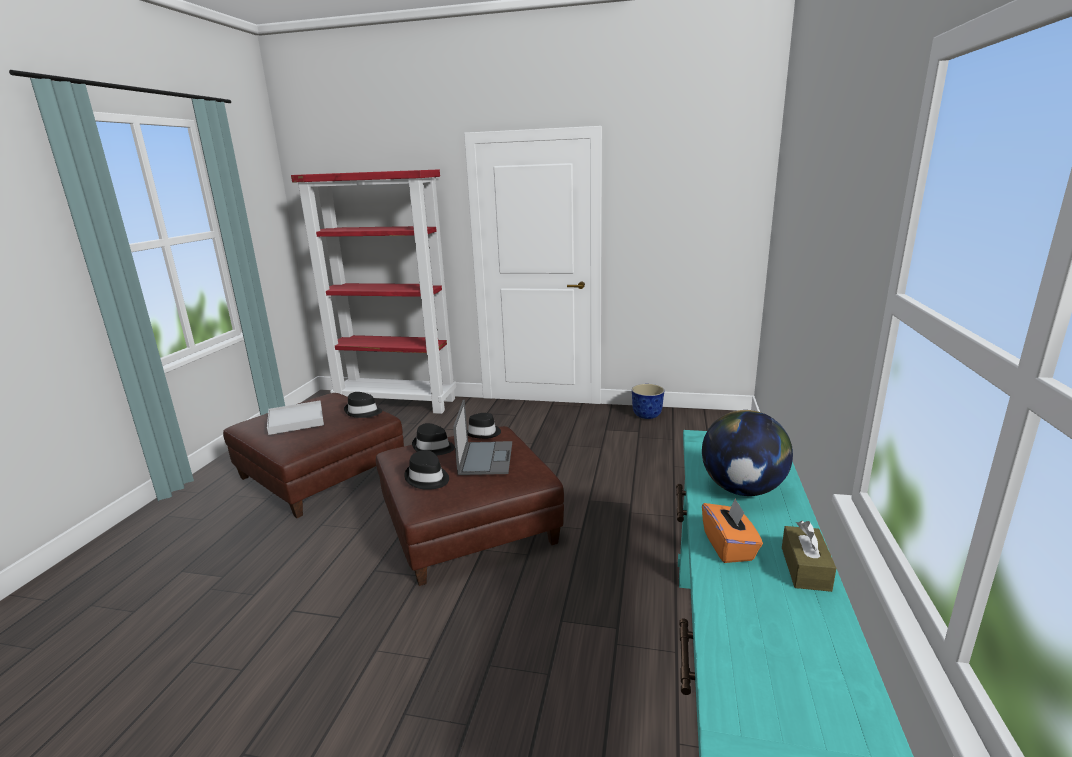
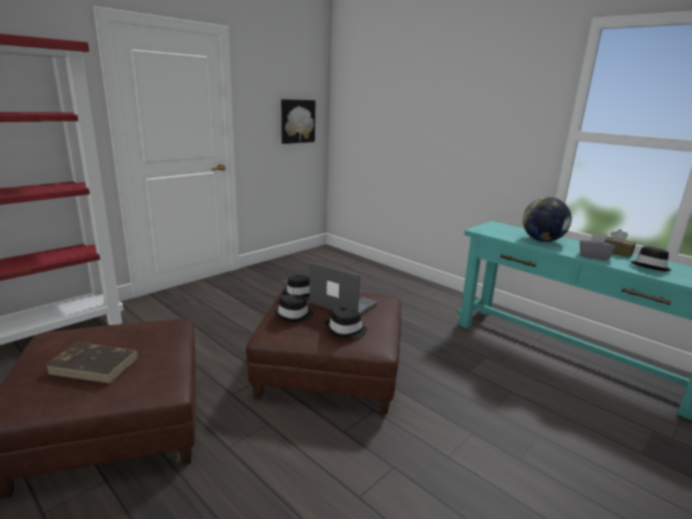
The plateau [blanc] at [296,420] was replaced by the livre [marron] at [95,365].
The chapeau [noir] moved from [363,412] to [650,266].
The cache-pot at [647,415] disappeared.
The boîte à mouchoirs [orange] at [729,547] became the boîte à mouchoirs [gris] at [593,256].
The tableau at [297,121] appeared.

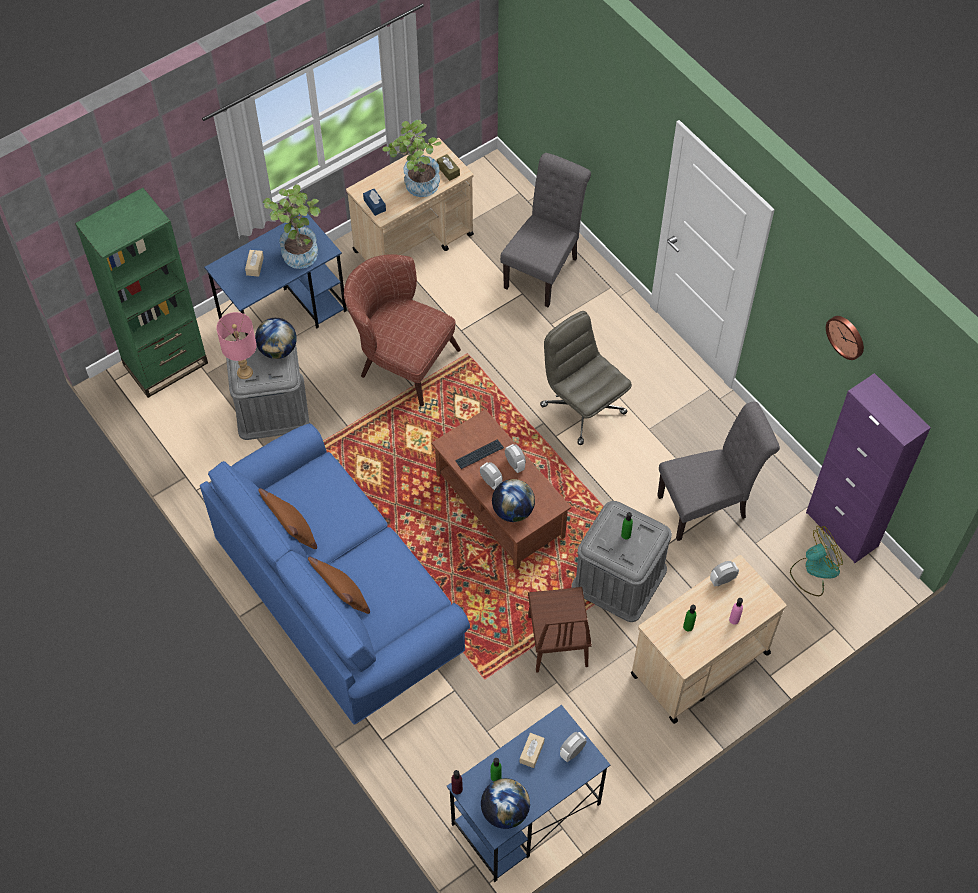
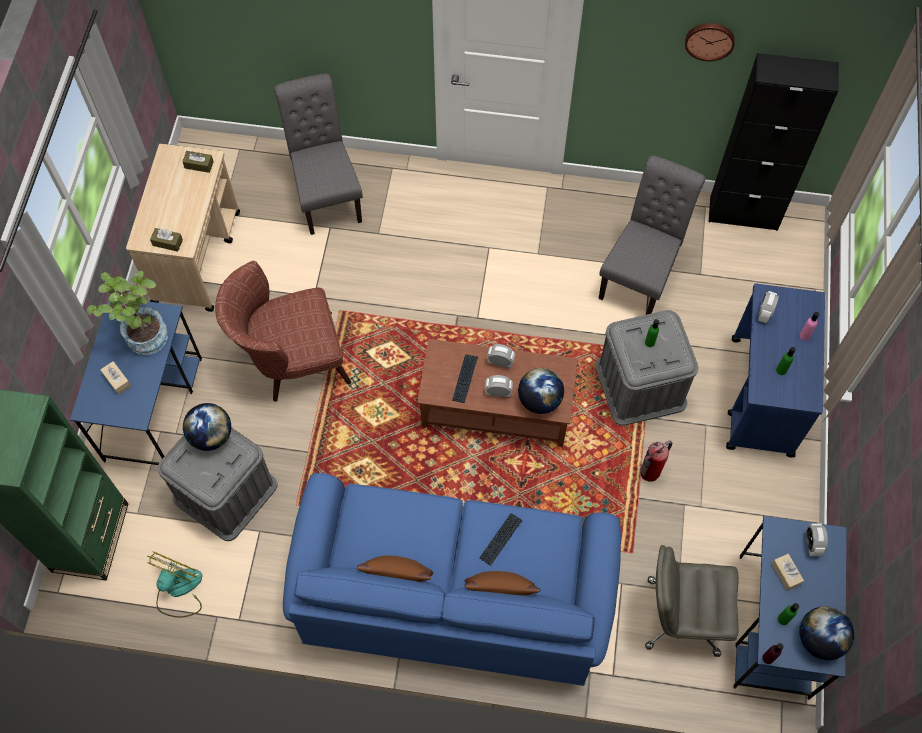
The lampe de table [rose] at [245,372] disappeared.
The boîte à mouchoirs [bleu] at [374,205] became the boîte à mouchoirs [marron] at [167,242].
The plante en pot at [417,186] disappeared.
The chaise [marron] at [557,640] was replaced by the extincteur at [650,472].
The chaise de bureau [gris] moved from [582,408] to [681,617].
The chariot [beige] at [699,664] became the chariot [bleu] at [761,397].
The ventilateur moved from [814,570] to [178,590].
The meuble de rangement [violet] at [841,529] became the meuble de rangement [noir] at [743,213].
The clavier at [501,539] appeared.

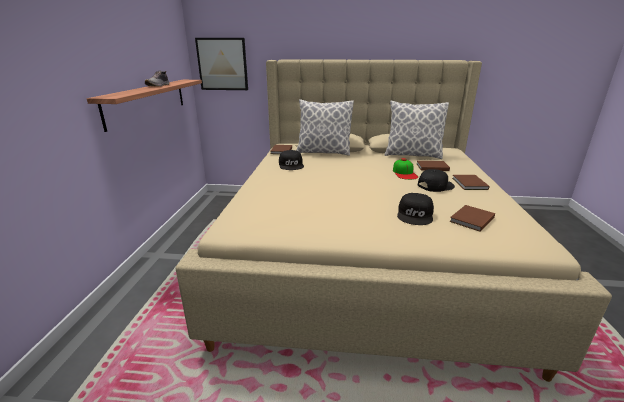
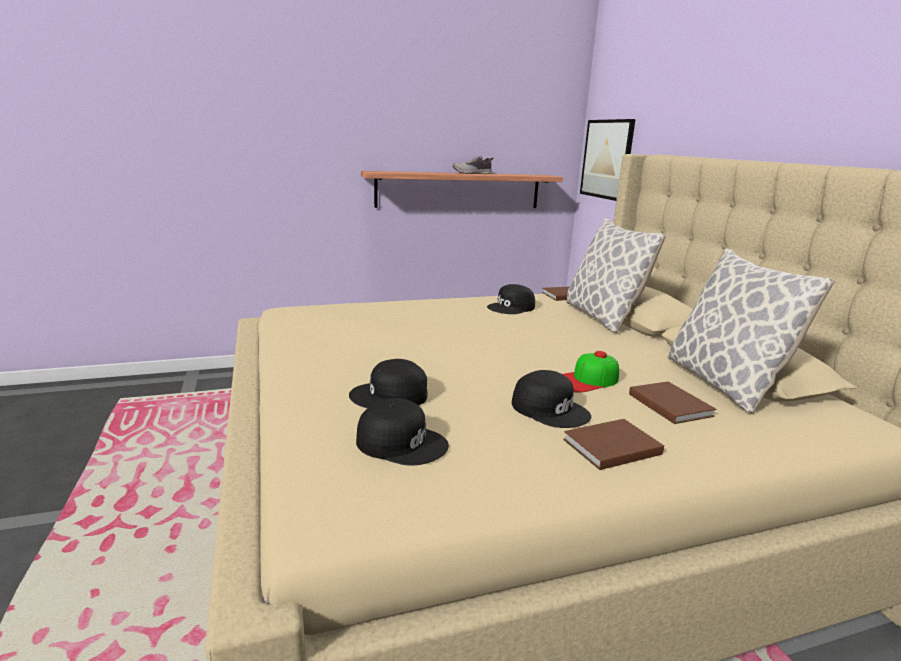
The livre [marron] at [470,220] was replaced by the casquette [noir] at [401,442].

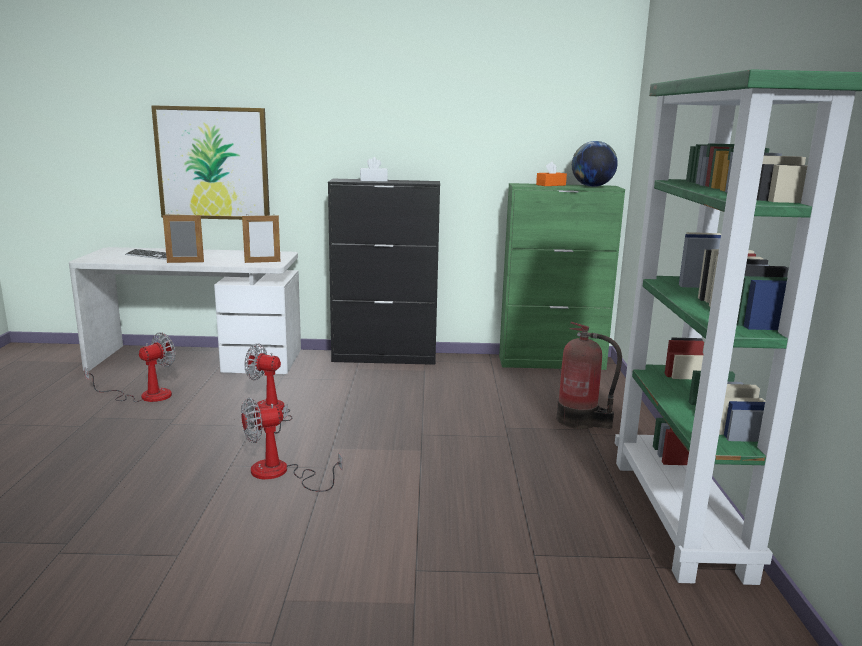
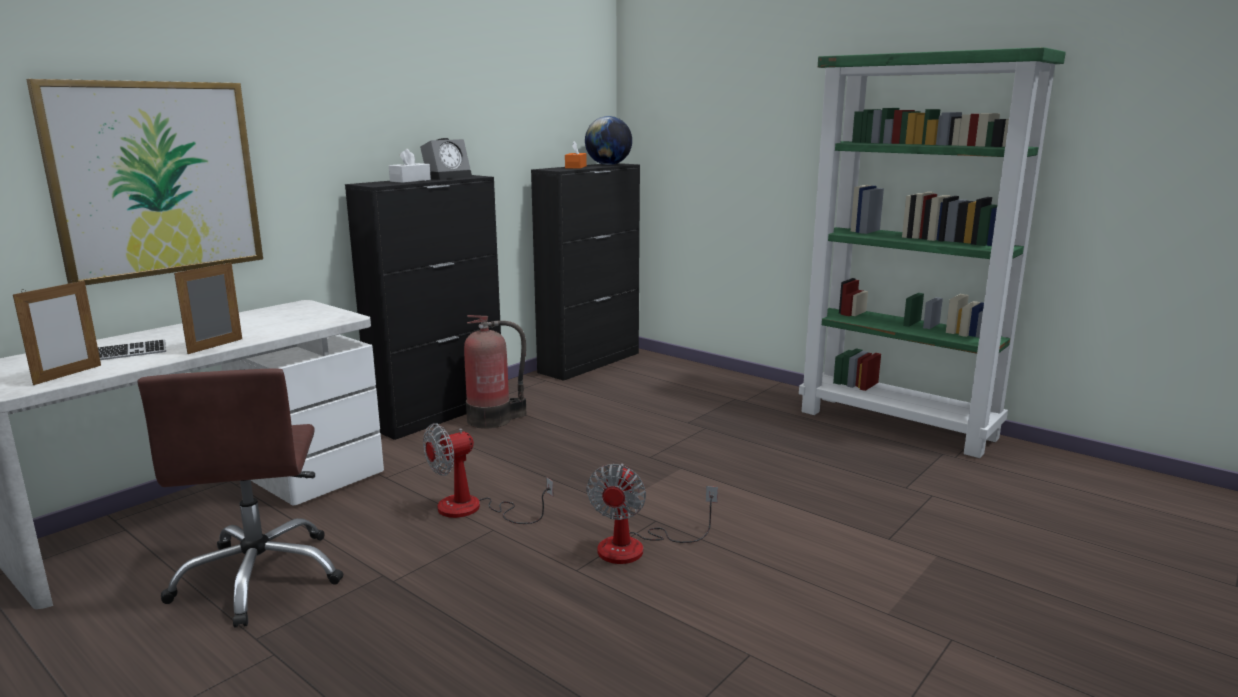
The ventilateur at [145,395] was replaced by the chaise de bureau [marron] at [260,577].
The cadre photo moved from [262,262] to [68,374].
The meuble de rangement [vert] at [552,363] became the meuble de rangement [noir] at [590,362].
The extincteur moved from [580,421] to [493,419].
The réveil at [448,177] appeared.

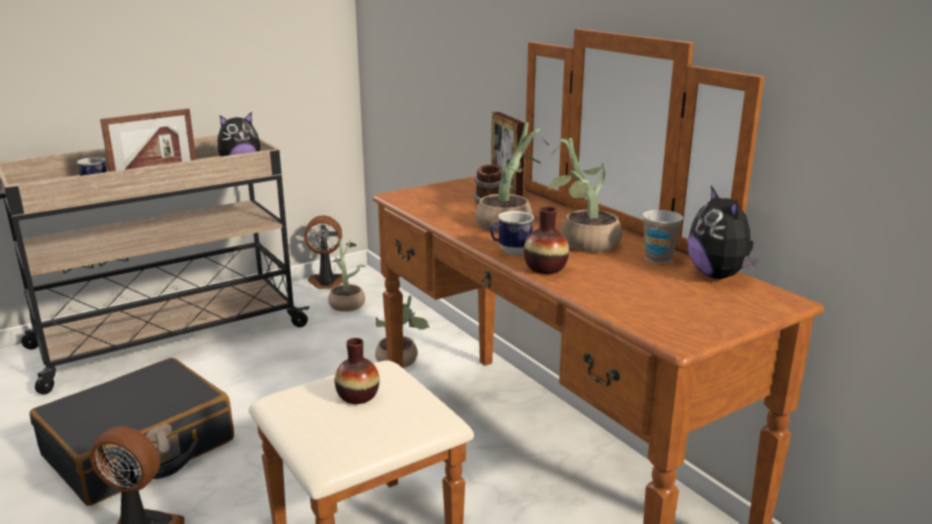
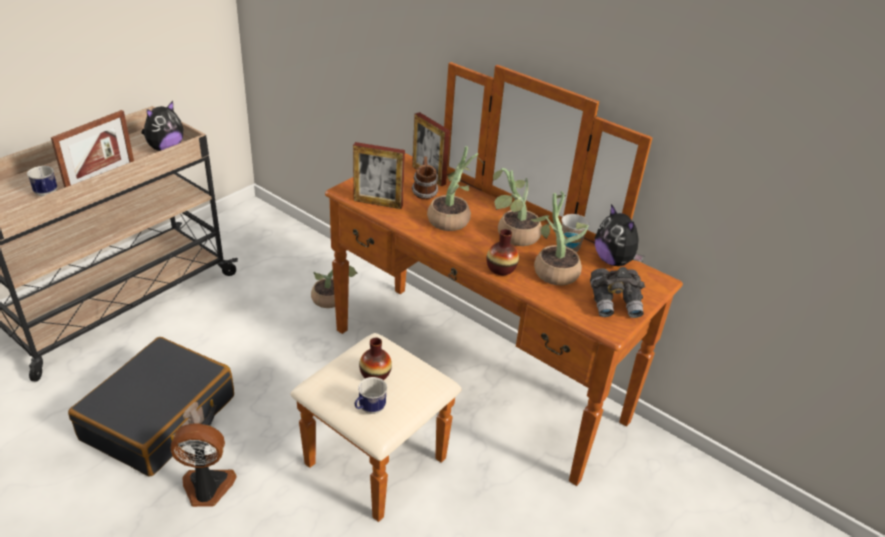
The ventilateur at [326,283] disappeared.
The plante en pot moved from [346,303] to [552,270].
The mug moved from [510,252] to [369,409].
The cadre photo at [378,203] appeared.
The jumelles [gris] at [615,303] appeared.

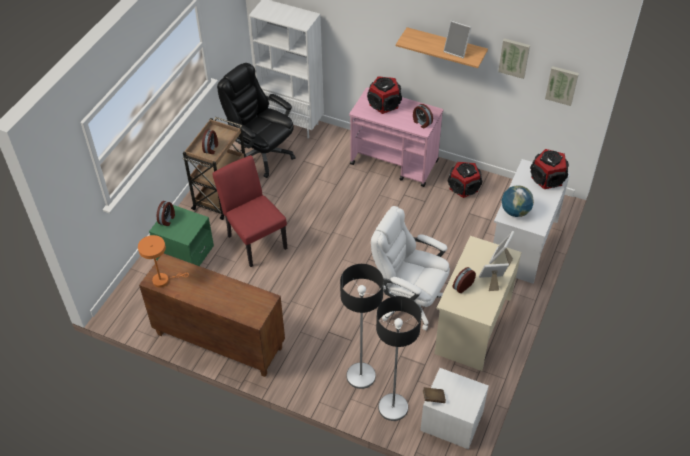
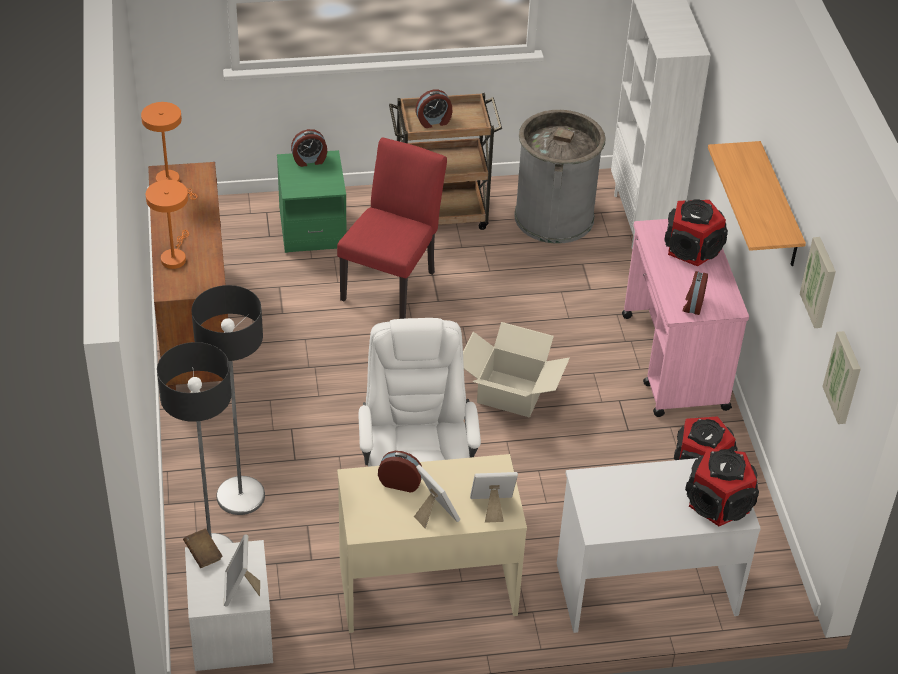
The chaise de bureau [noir] at [262,154] was replaced by the poubelle [gris] at [554,217].
The cadre photo moved from [456,51] to [240,589].
The globe at [515,211] disappeared.
The lampe de table [orange] at [174,257] appeared.
The carton at [510,394] appeared.

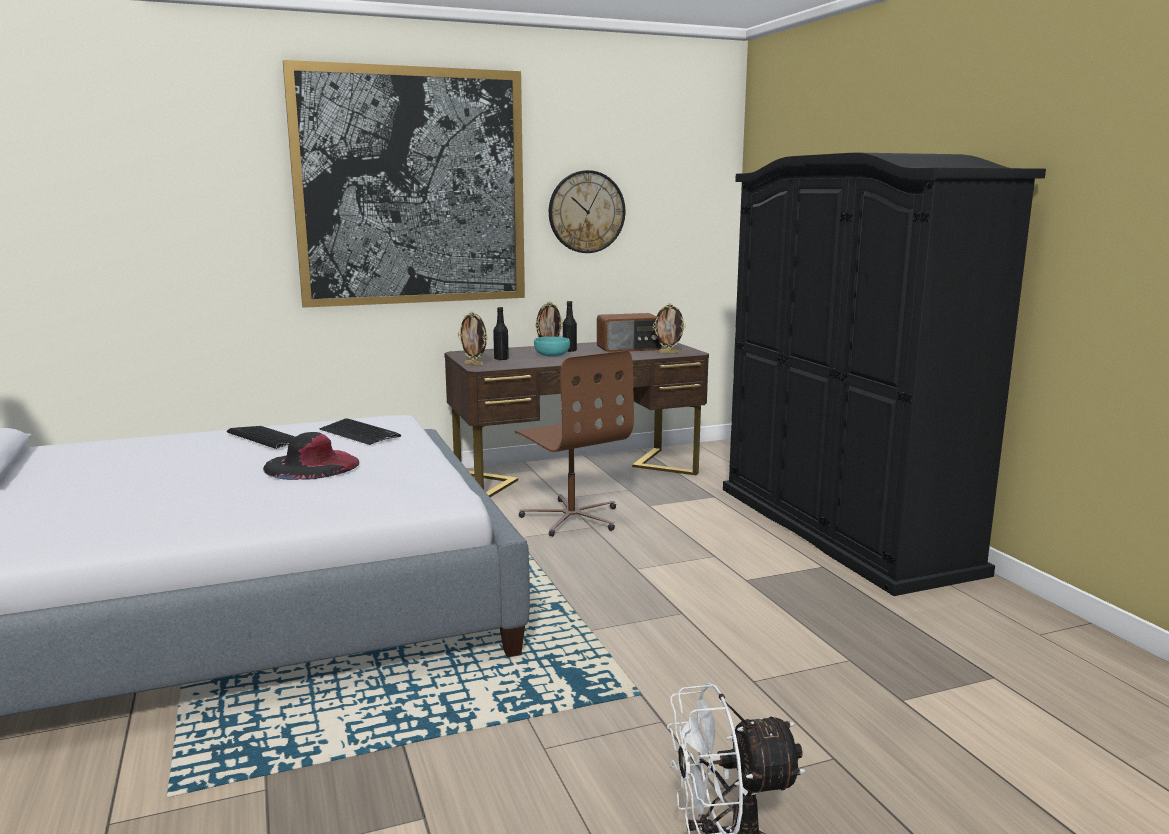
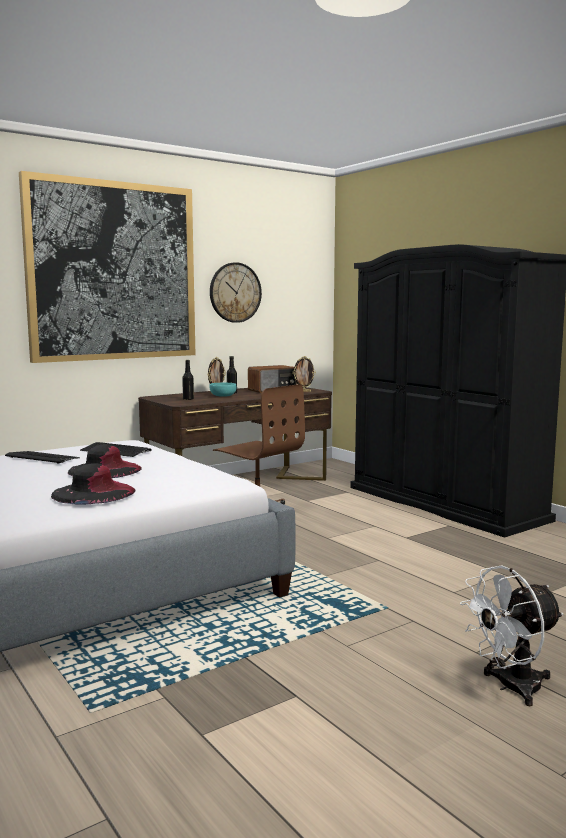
The cadre photo at [474,364] disappeared.
The chapeau [noir] at [93,492] appeared.

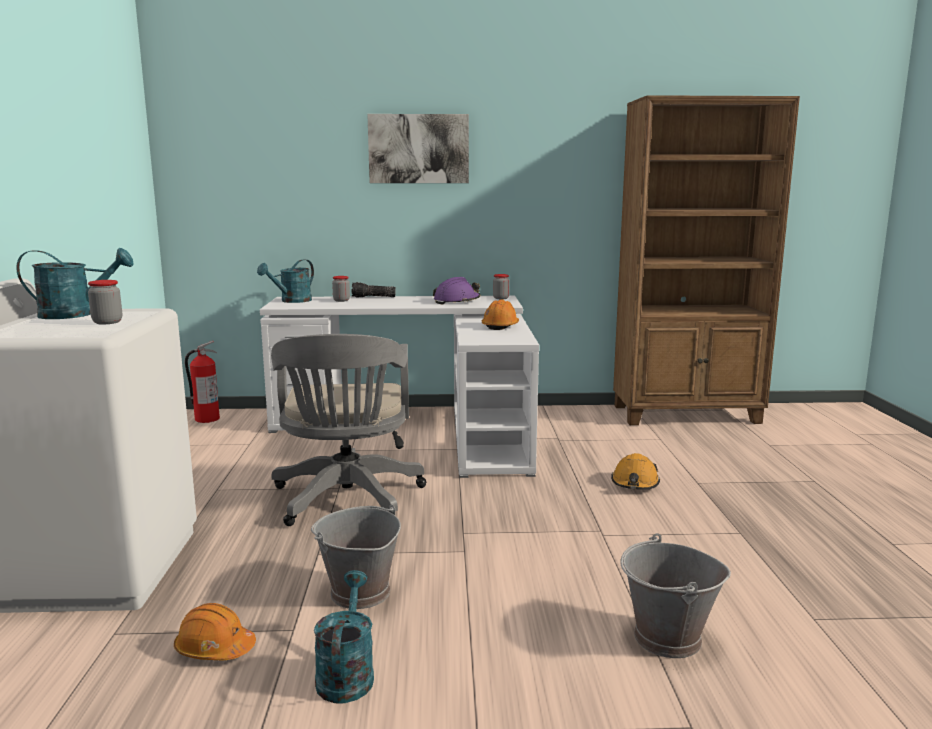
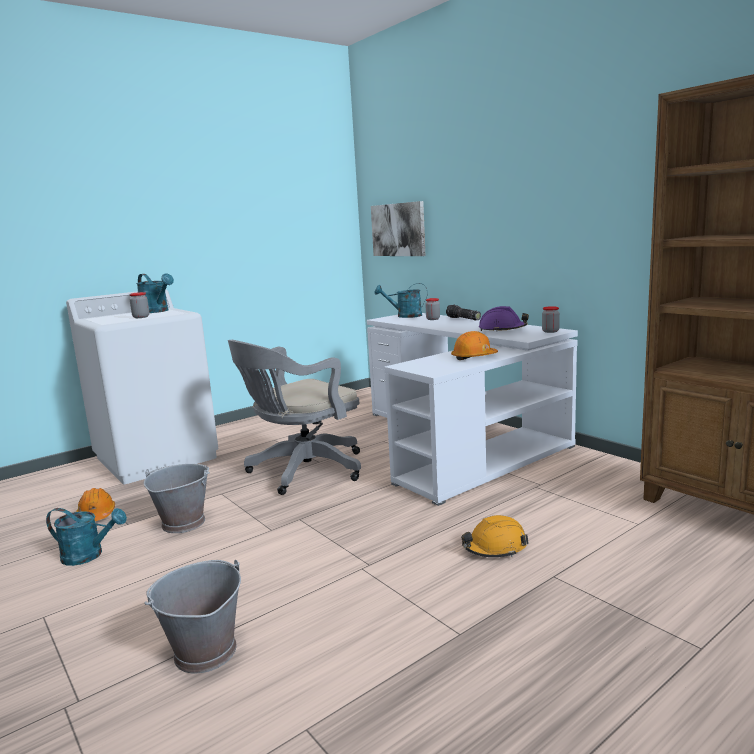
The extincteur at [206,419] disappeared.
The arrosoir [turquoise] at [346,674] turned 45 degrees clockwise.
The tableau moved from [418,149] to [398,229].

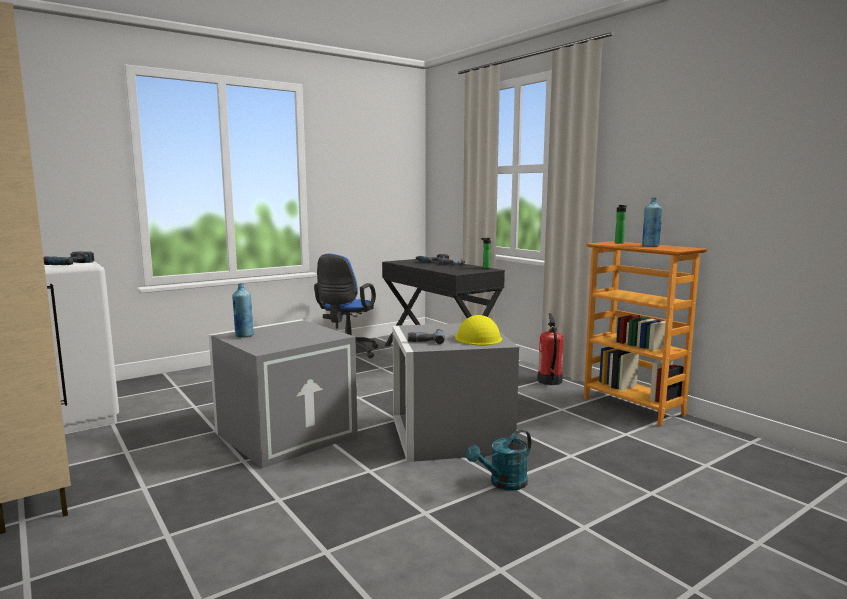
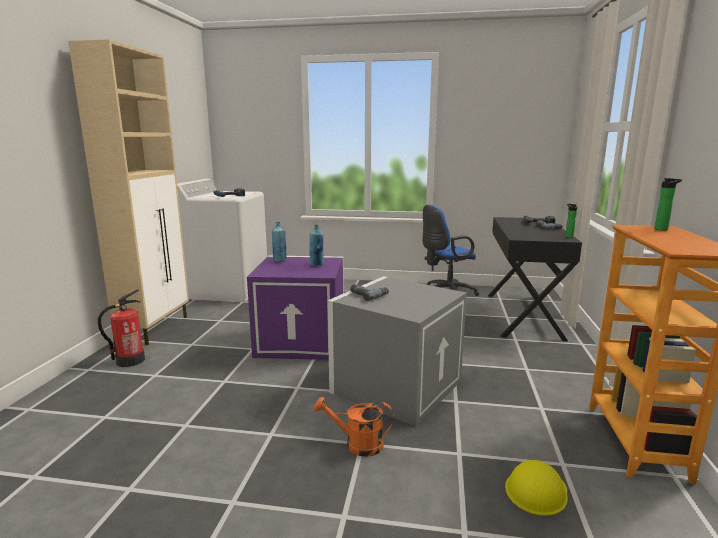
The boîte de rangement [gris] at [286,433] became the boîte de rangement [violet] at [303,340].
The casque de chantier [jaune] moved from [478,338] to [536,490].
The arrosoir [turquoise] at [503,484] became the arrosoir [orange] at [357,444].
The extincteur moved from [549,381] to [130,361].
The bouteille [bleu] moved from [650,246] to [317,265].

